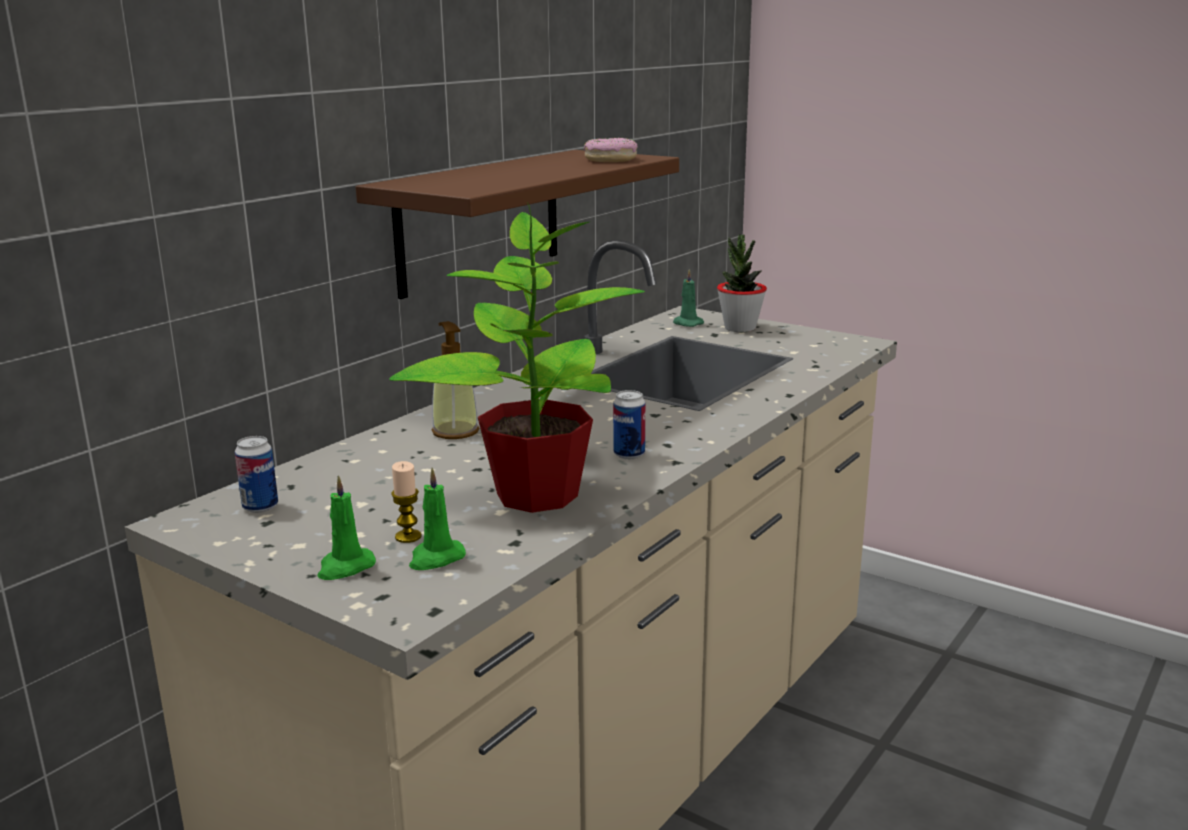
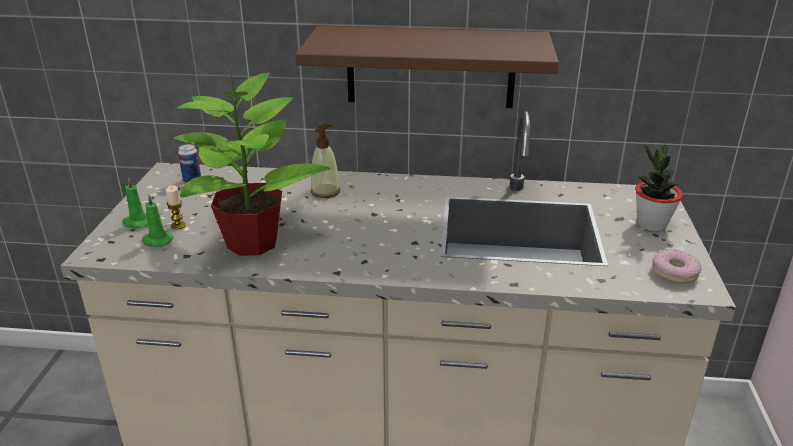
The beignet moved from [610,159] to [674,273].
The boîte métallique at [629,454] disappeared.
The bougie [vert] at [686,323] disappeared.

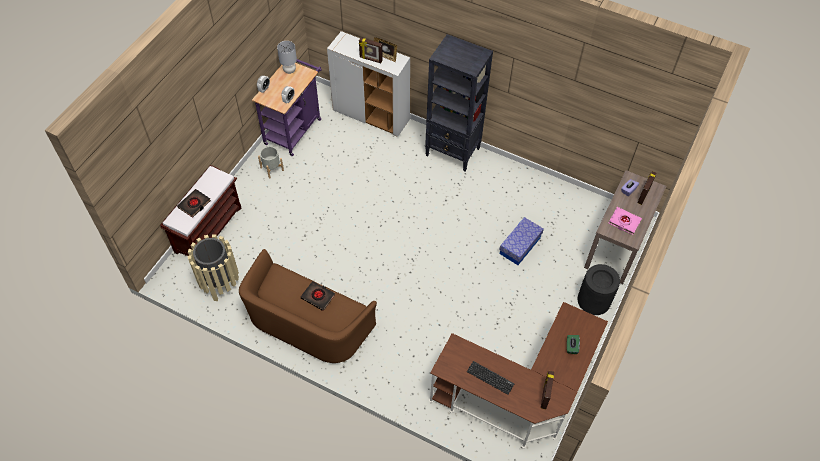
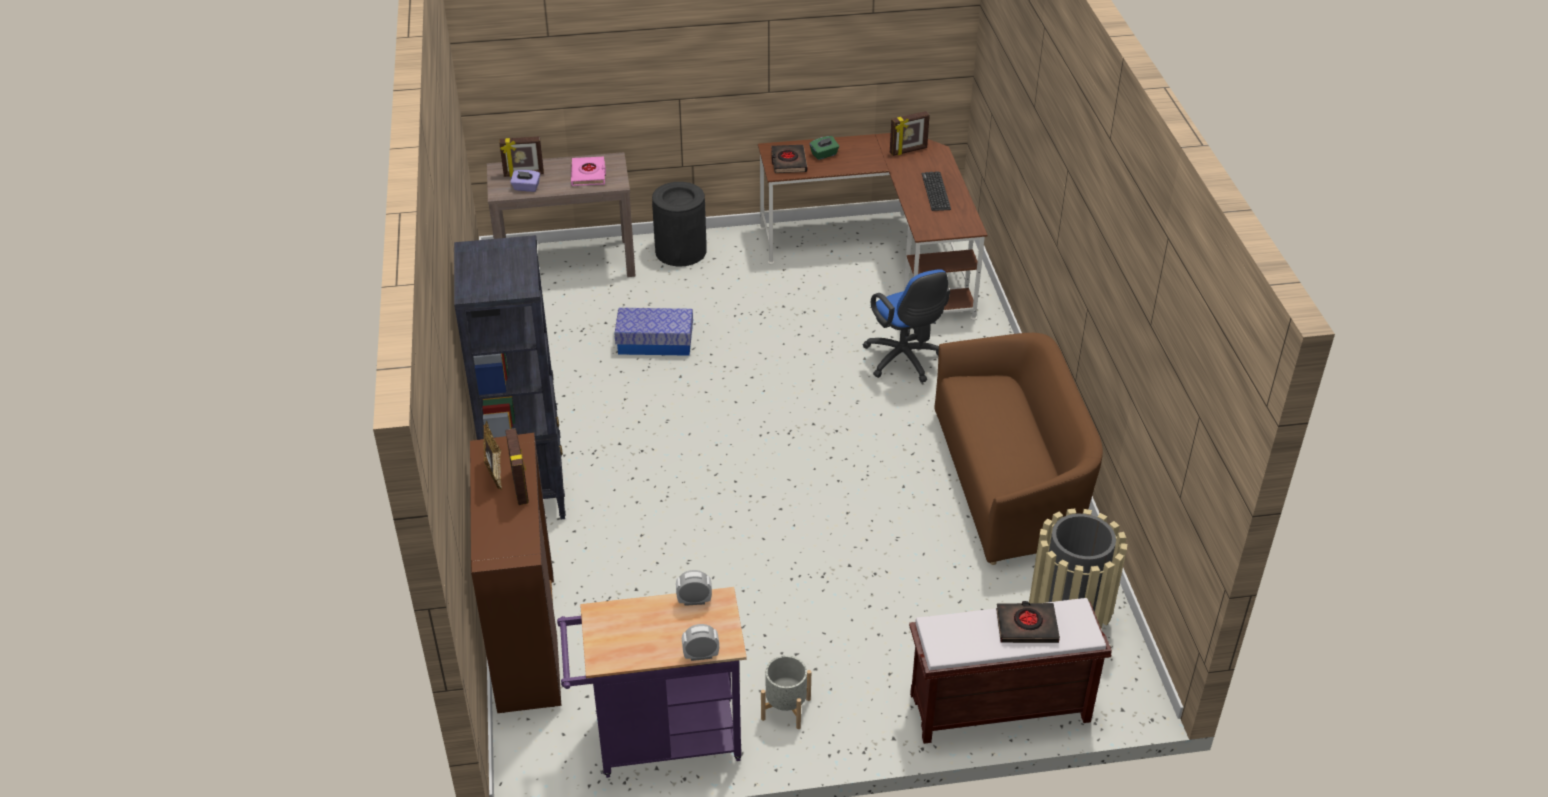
The lampe de table [gris] at [289,70] disappeared.
The livre [noir] moved from [318,297] to [788,162].
The meuble de rangement [blanc] at [371,115] became the meuble de rangement [marron] at [525,642].
The chaise de bureau [bleu] at [905,361] appeared.

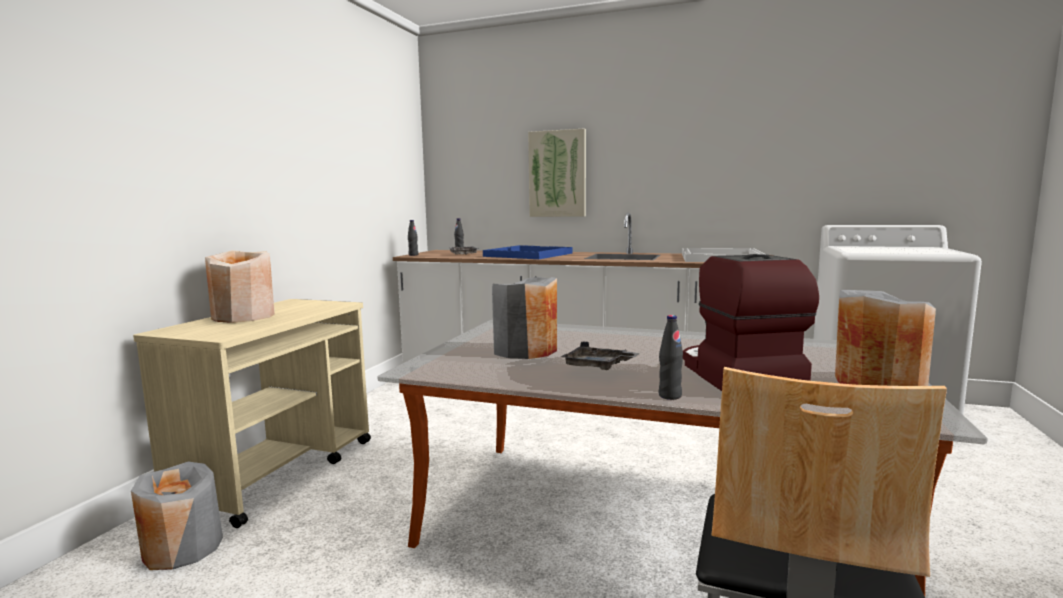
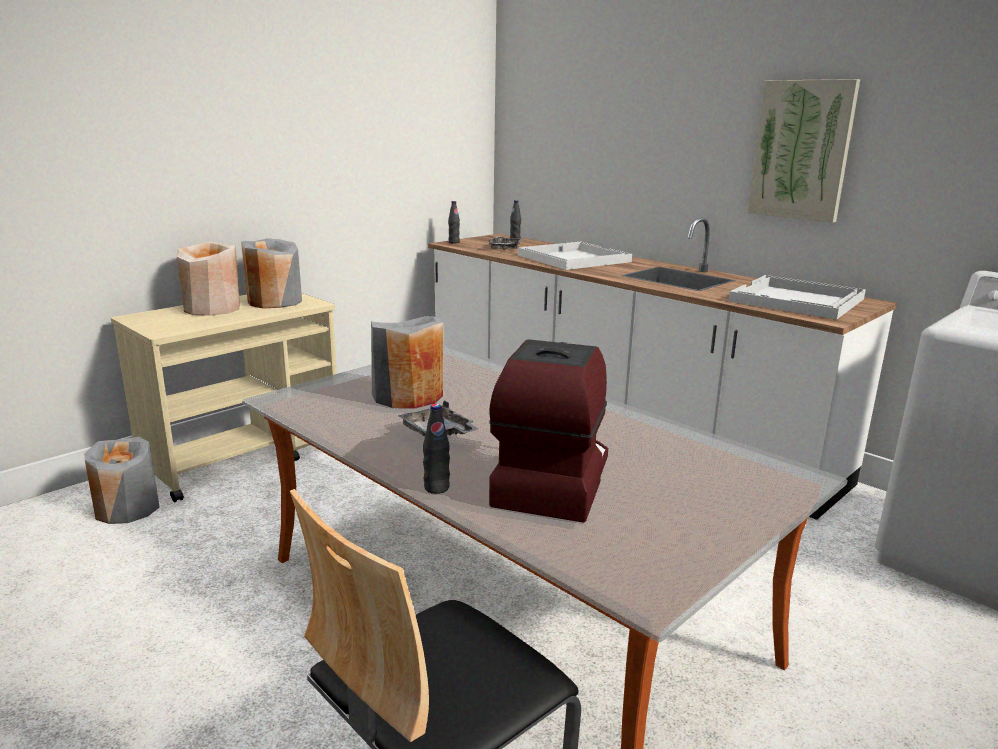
The plateau [bleu] at [527,255] became the plateau [blanc] at [572,258].
The tableau moved from [557,174] to [801,150].
The vase [gris] moved from [878,383] to [274,302].

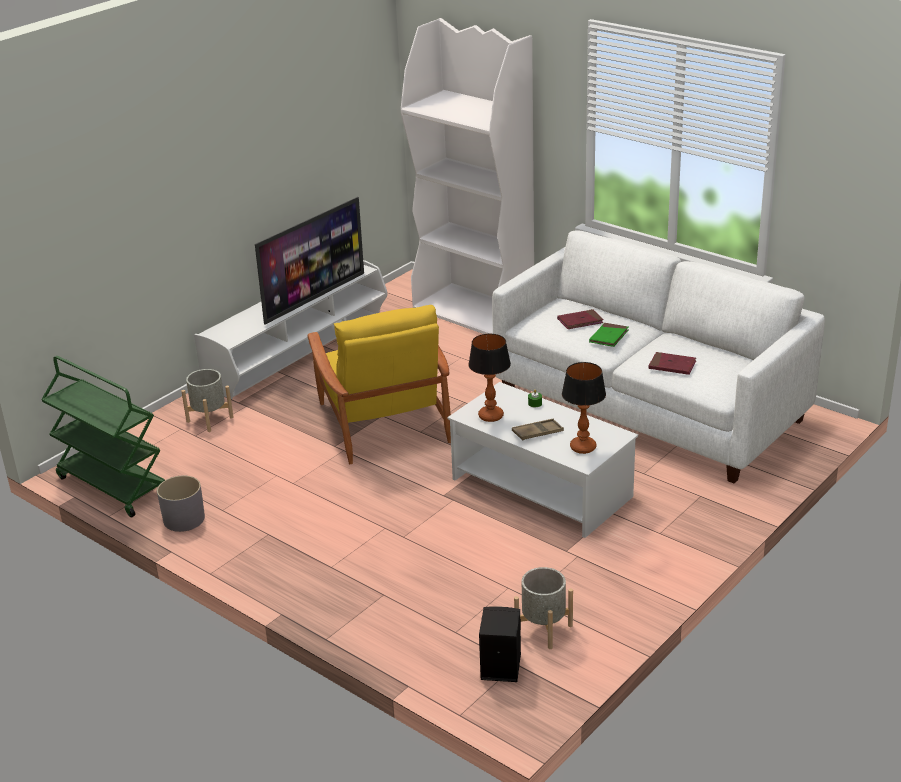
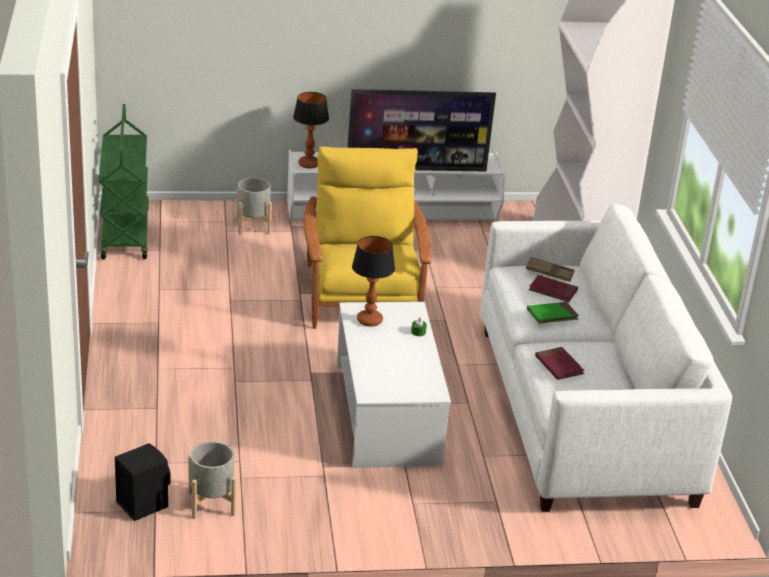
The cache-pot [gris] at [183,519] disappeared.
The fauteuil [jaune] at [383,421] turned 150 degrees clockwise.
The plateau [marron] moved from [537,433] to [549,273].
The lampe de table moved from [583,447] to [309,164].

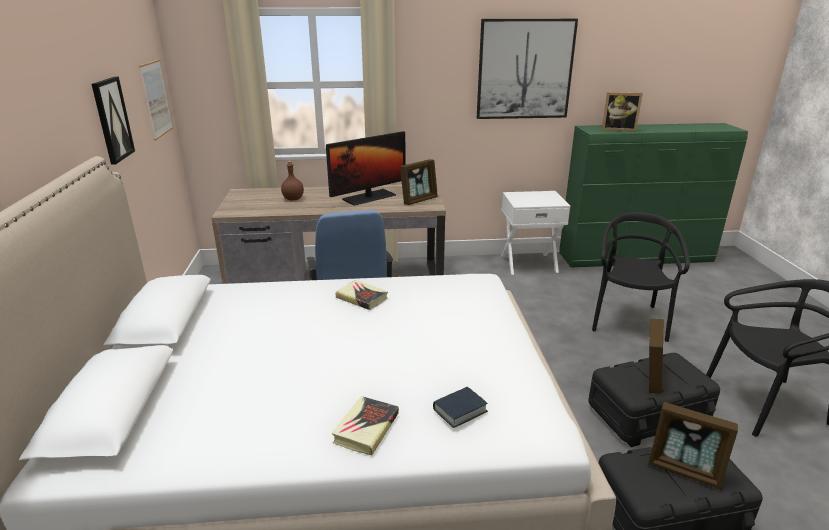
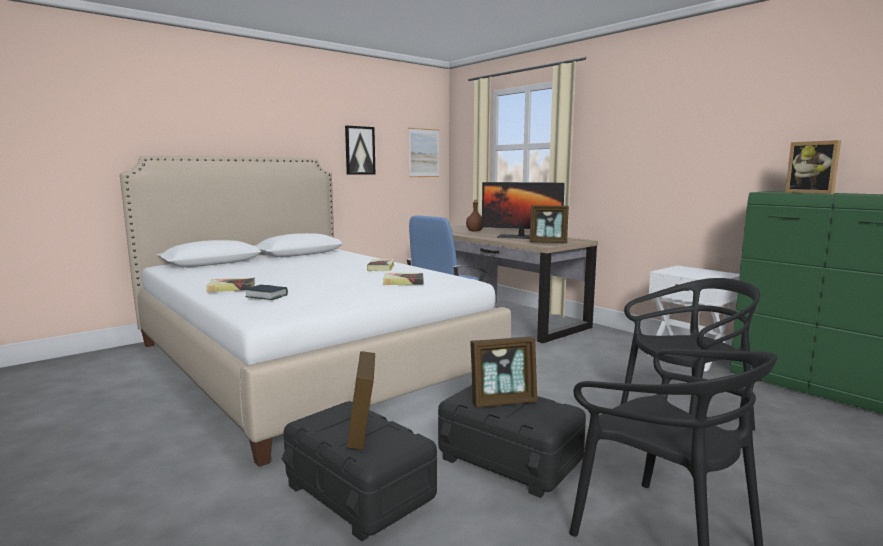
The tableau at [525,69] disappeared.
The livre at [403,282] appeared.

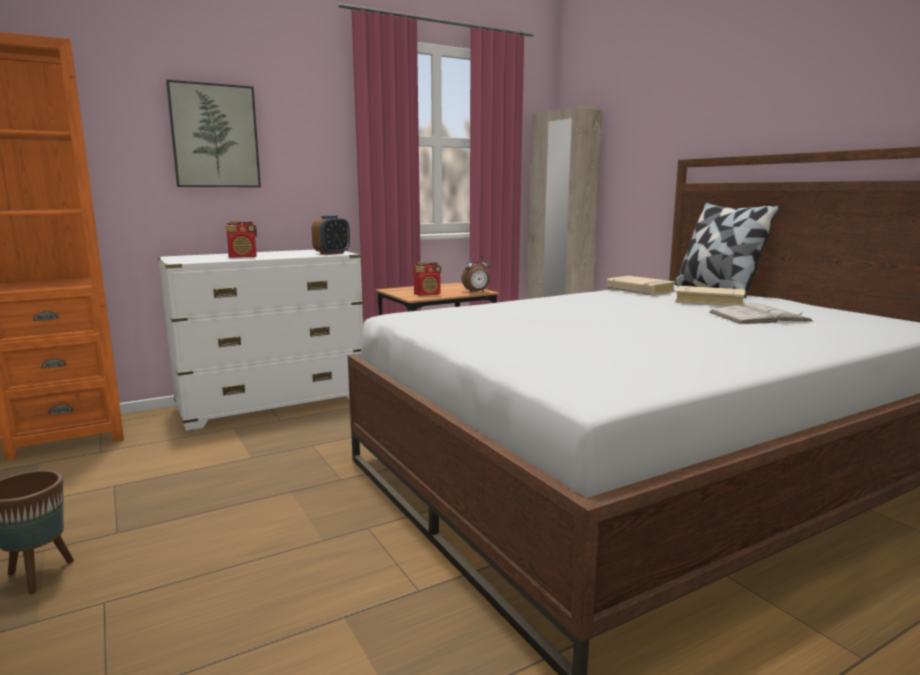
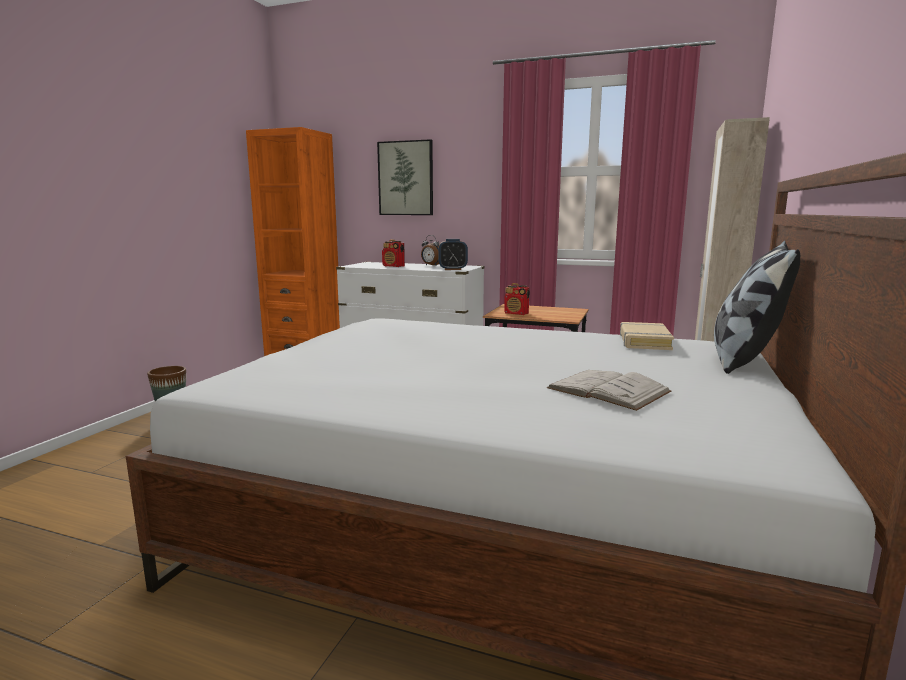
The réveil moved from [476,292] to [431,265].
The livre [beige] at [709,301] disappeared.

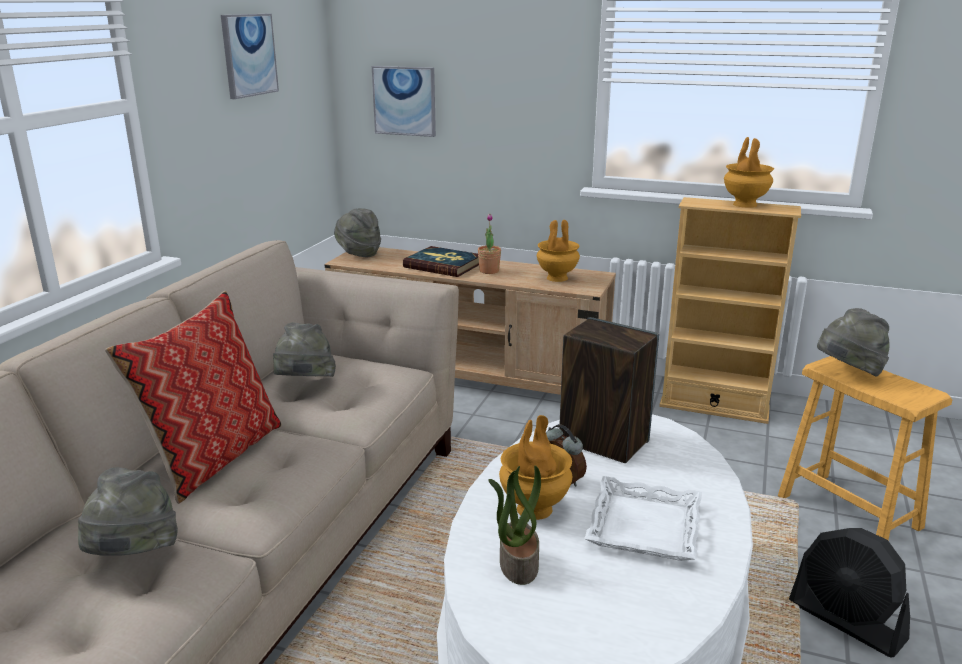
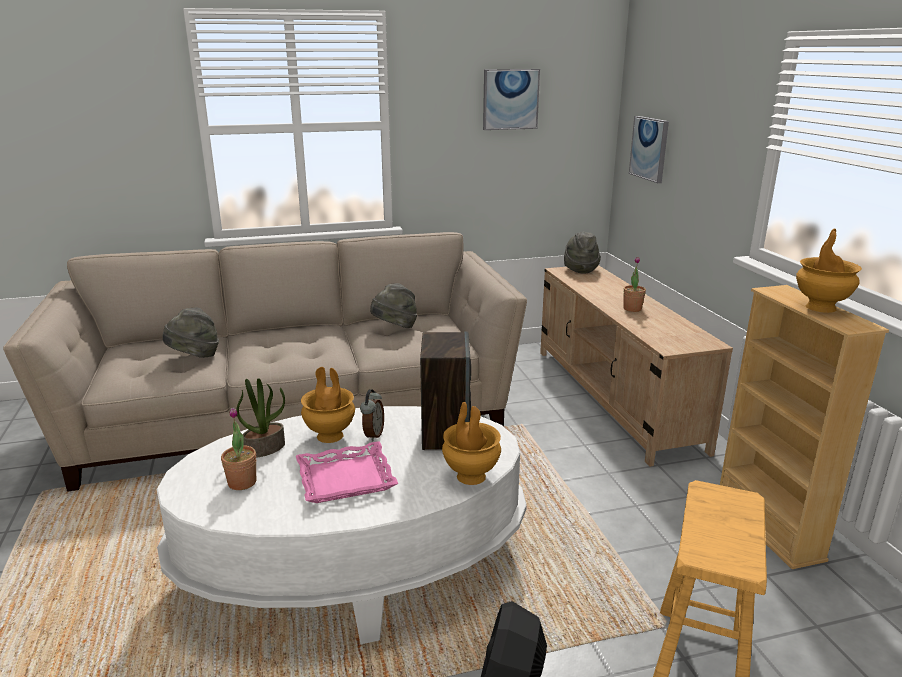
The coussin at [213,456] disappeared.
The livre at [443,265] disappeared.
The vase [marron] moved from [556,278] to [470,476].
The plateau [blanc] at [643,526] became the plateau [rose] at [346,478].
The chapeau [gris] at [848,373] disappeared.
The plante en pot at [242,482] appeared.

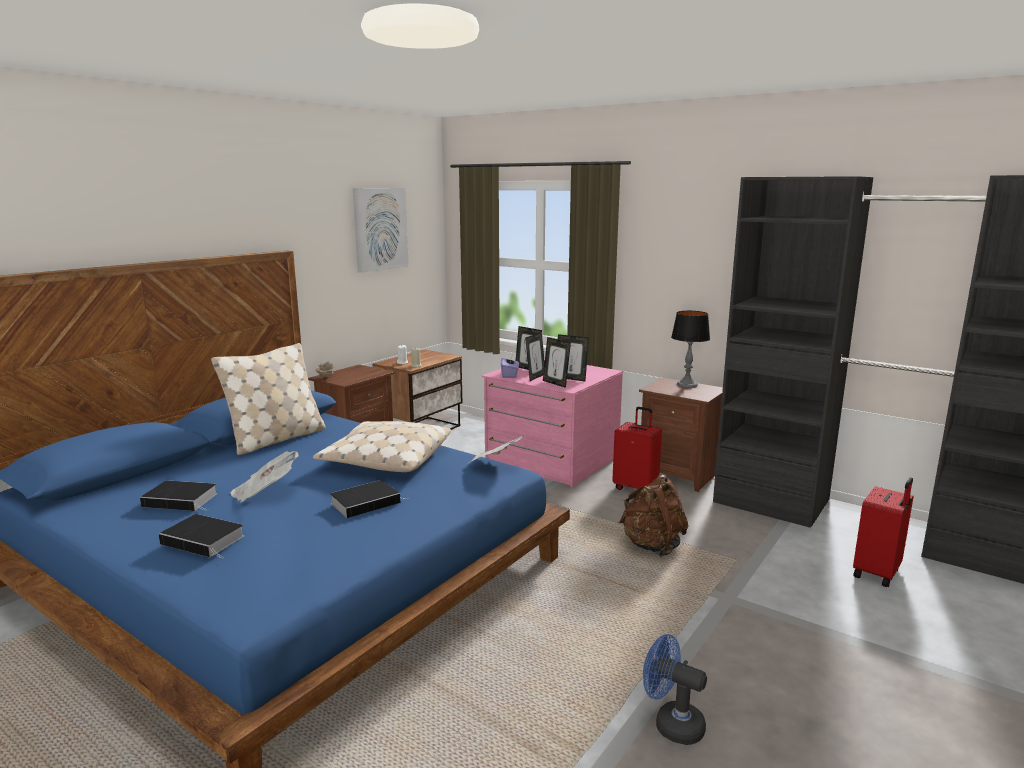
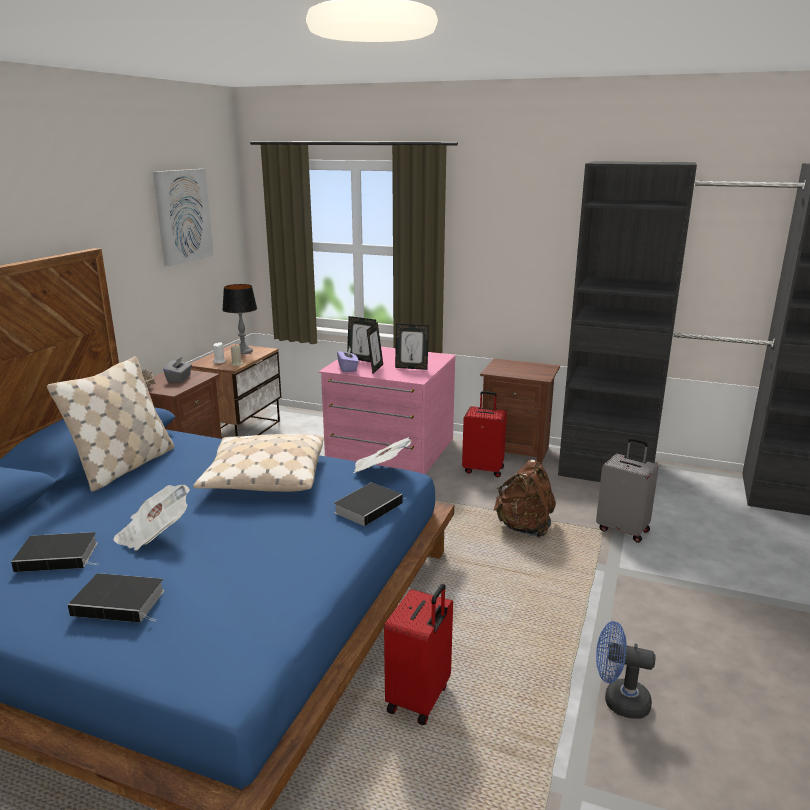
The livre moved from [367,502] to [369,507].
The cadre photo at [556,383] disappeared.
The lampe de table moved from [687,385] to [243,351].
The valise [rouge] moved from [878,573] to [420,699].
The boîte à mouchoirs [gris] at [179,379] appeared.
The valise [gris] at [623,529] appeared.

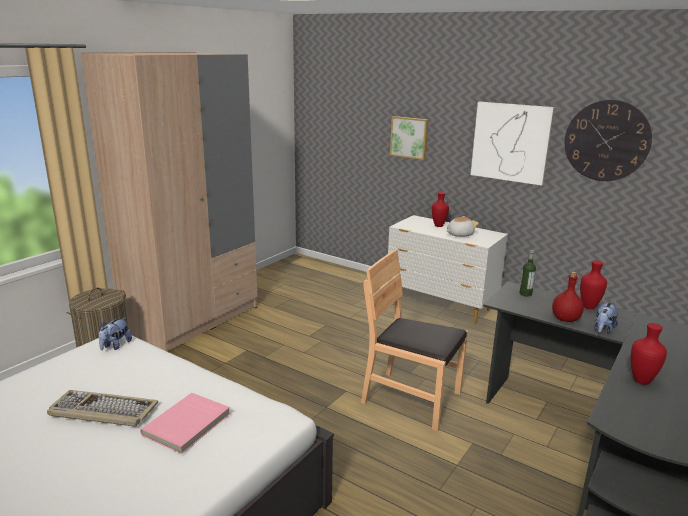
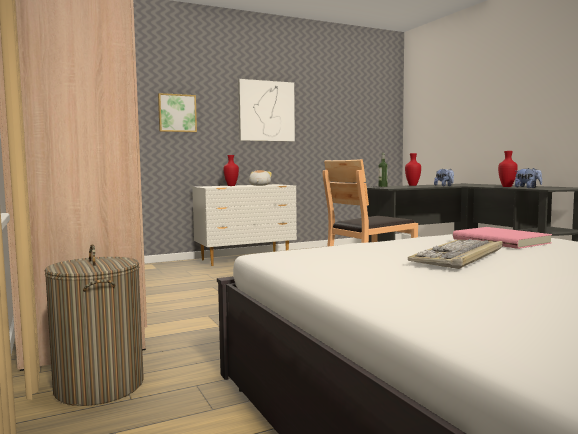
The peluche moved from [115,346] to [527,188].
The bouteille [rouge] at [565,319] disappeared.
The horloge murale at [606,141] disappeared.

